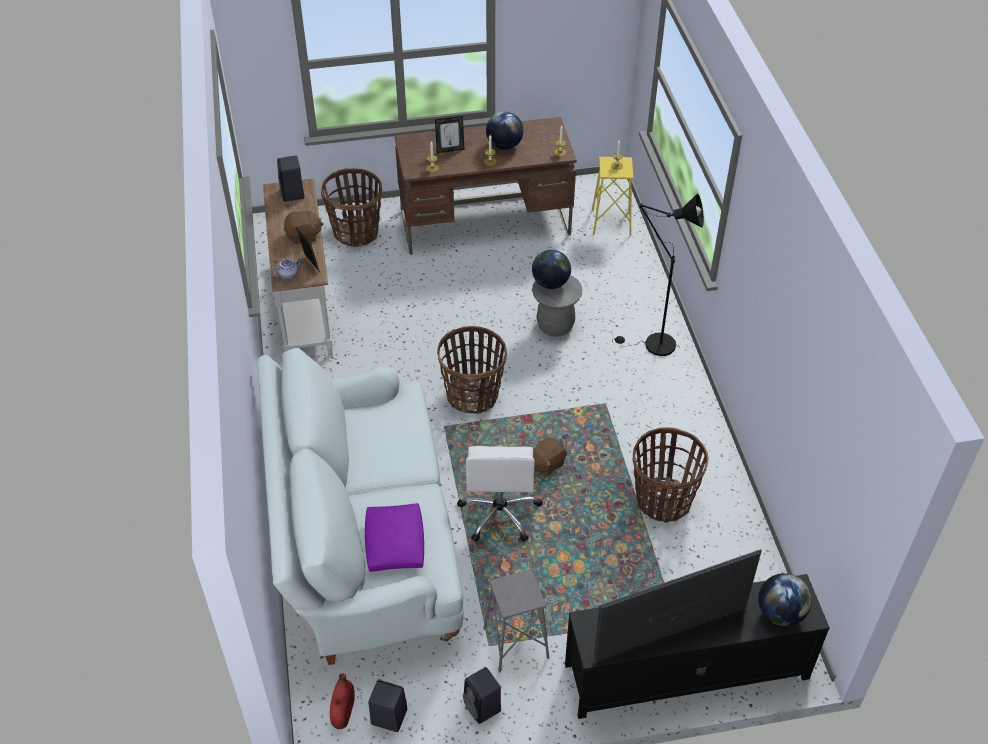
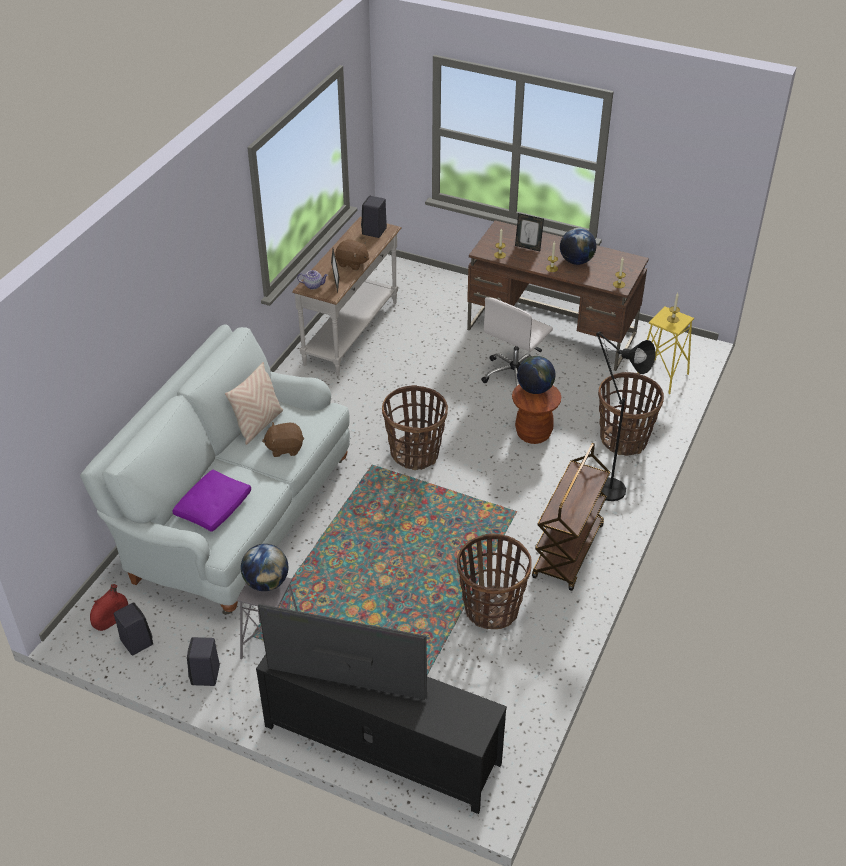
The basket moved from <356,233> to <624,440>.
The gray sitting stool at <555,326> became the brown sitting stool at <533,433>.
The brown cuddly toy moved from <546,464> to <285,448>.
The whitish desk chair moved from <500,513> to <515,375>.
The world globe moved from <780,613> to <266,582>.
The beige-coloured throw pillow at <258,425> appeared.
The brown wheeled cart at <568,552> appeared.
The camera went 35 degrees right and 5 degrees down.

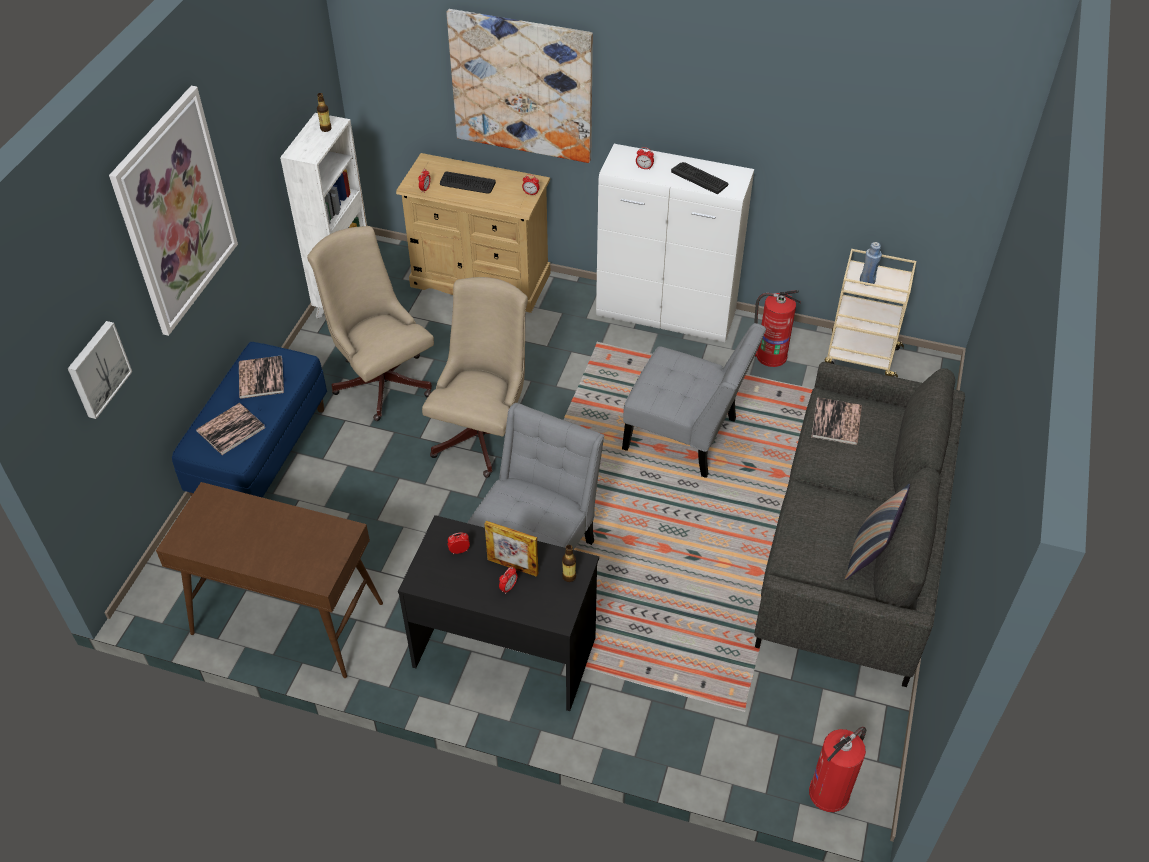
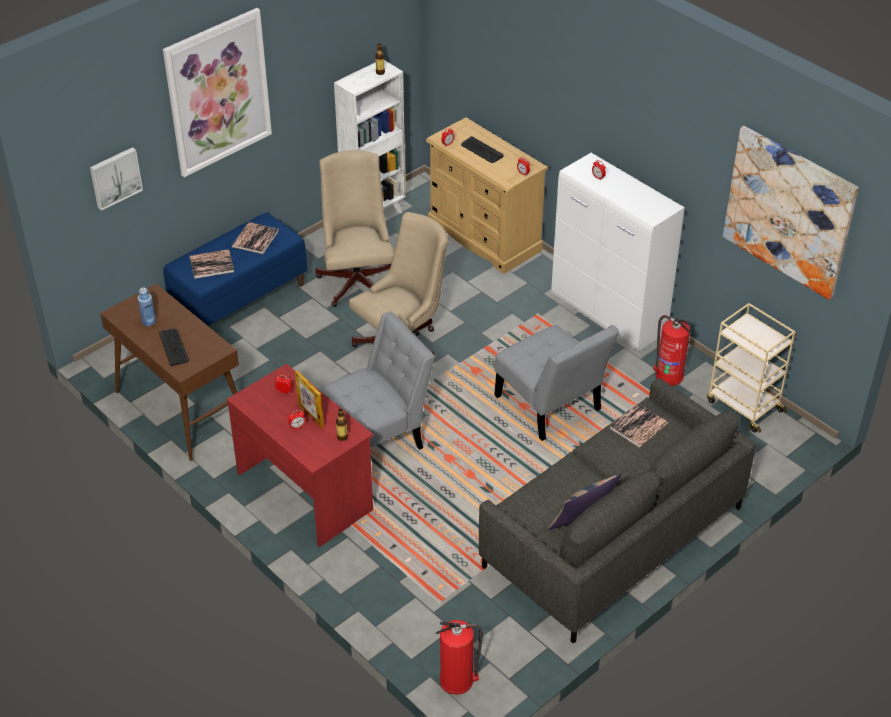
The wall picture moved from <522,86> to <788,212>.
The keyboard moved from <699,178> to <174,347>.
The blue-coloured beverage bottle moved from <867,281> to <149,322>.
The blackish desk table at <504,650> became the red-coloured desk table at <305,490>.
The camera went 30 degrees right and 5 degrees down.

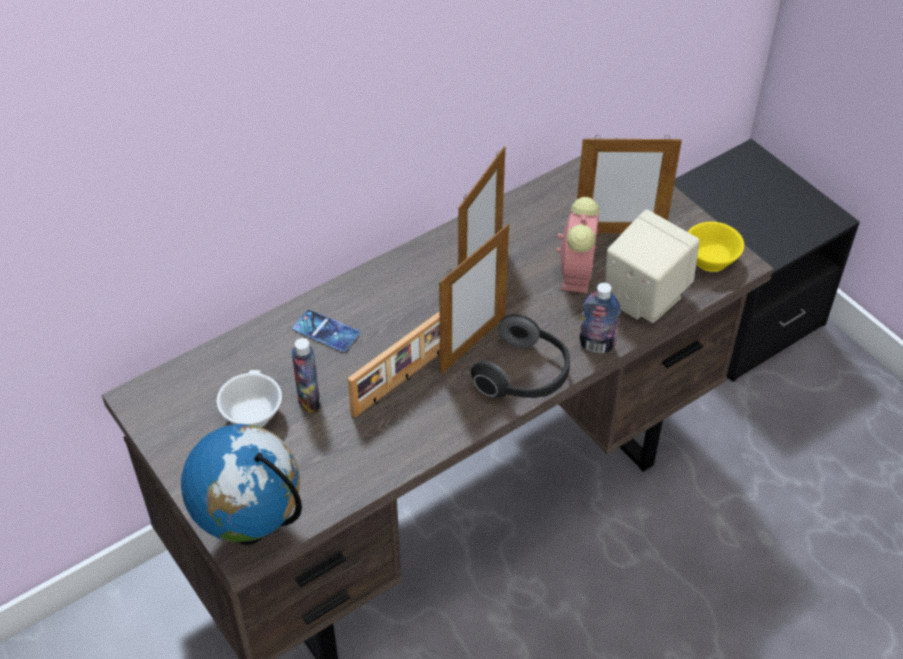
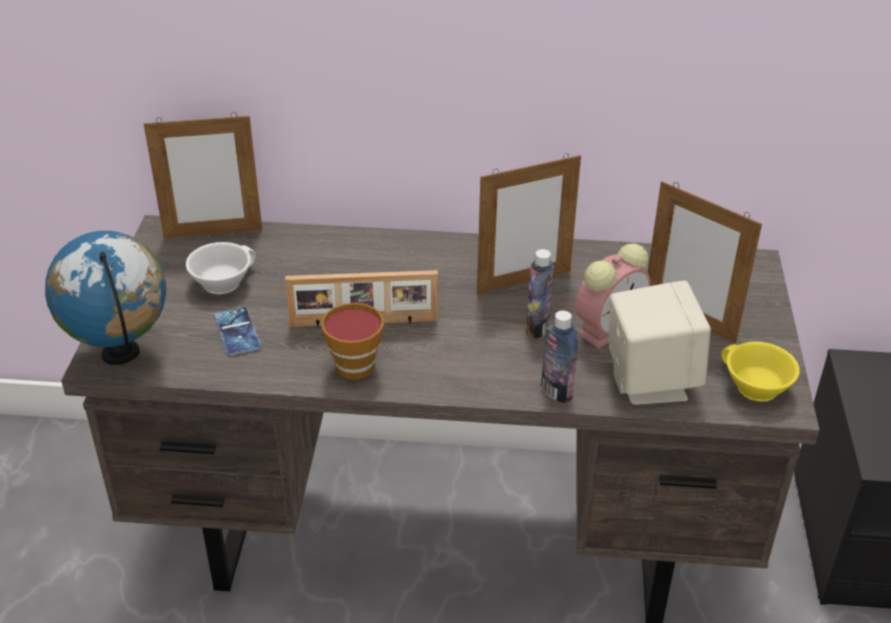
The standing frame moved from <472,344> to <213,233>.
The handset moved from <326,331> to <237,331>.
The headphones at <524,375> disappeared.
The beverage bottle moved from <309,400> to <537,328>.
The small cup at <355,362> appeared.
The camera went 40 degrees right and 10 degrees down.

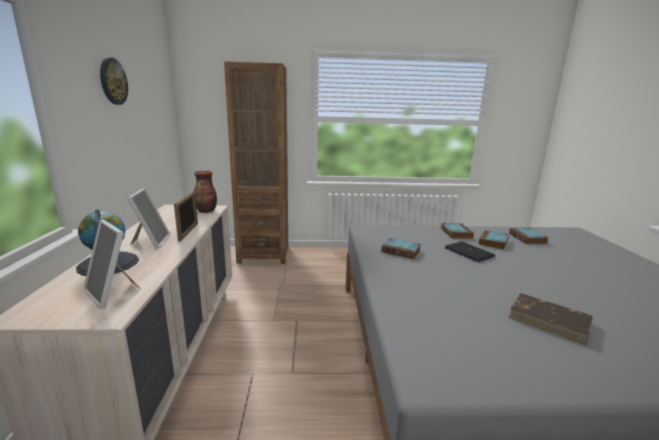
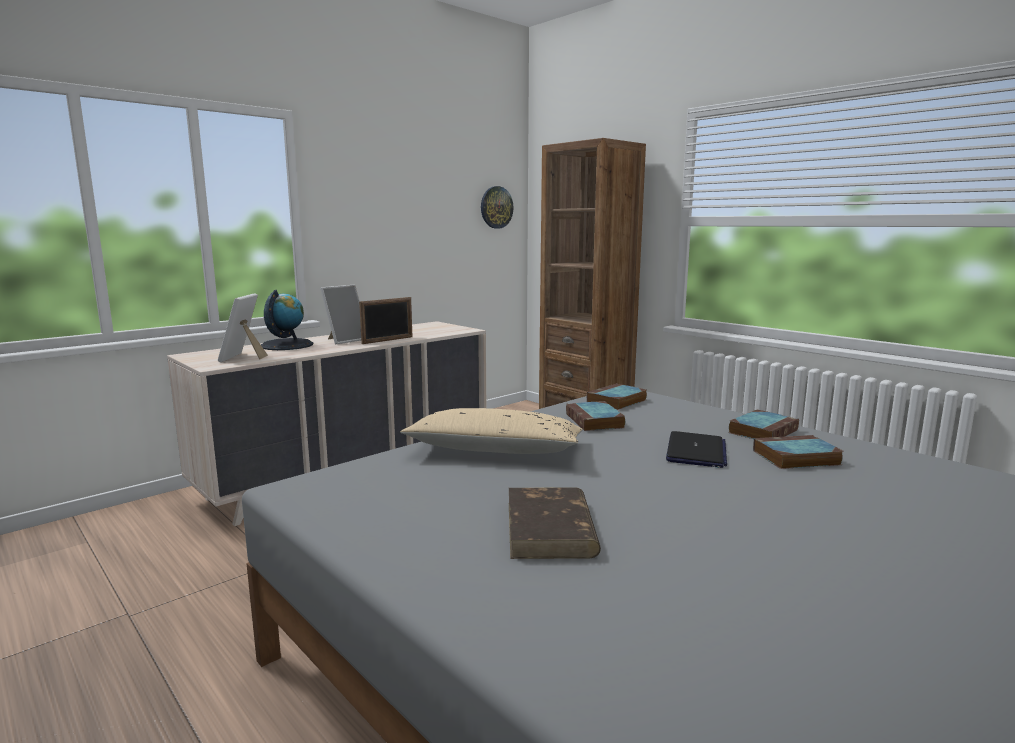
The hanging clock moved from <113,81> to <496,207>.
The flower vase at <206,211> disappeared.
The volume moved from <528,238> to <616,401>.
The beige-coloured throw pillow at <495,450> appeared.
The camera went 50 degrees right and 5 degrees down.

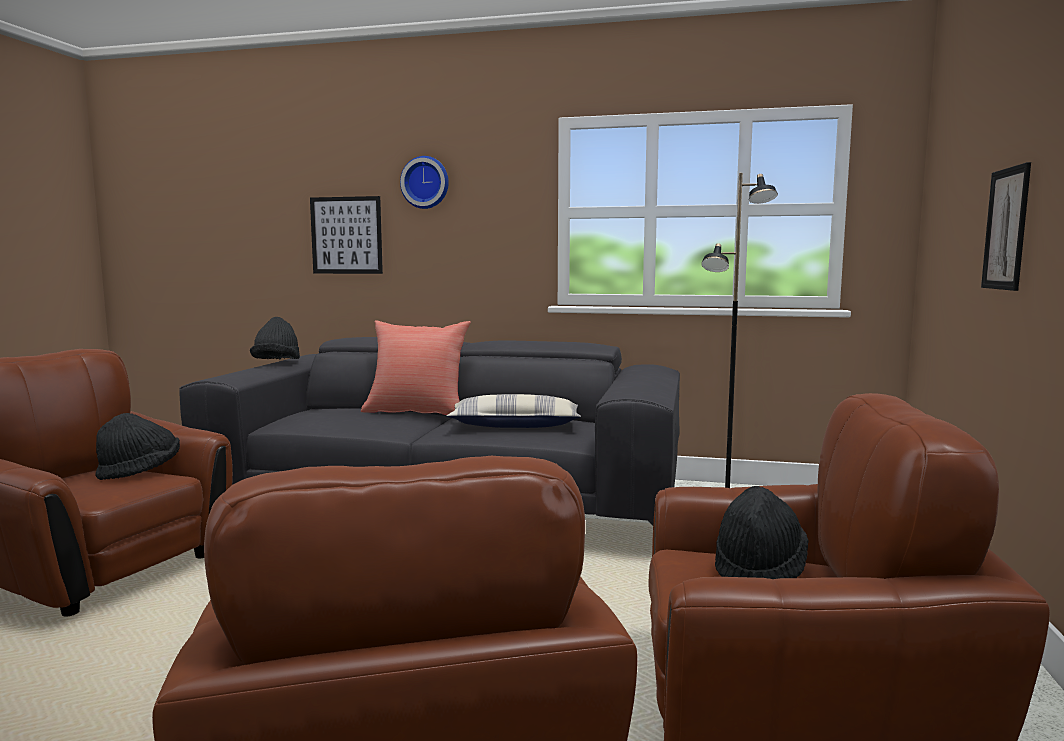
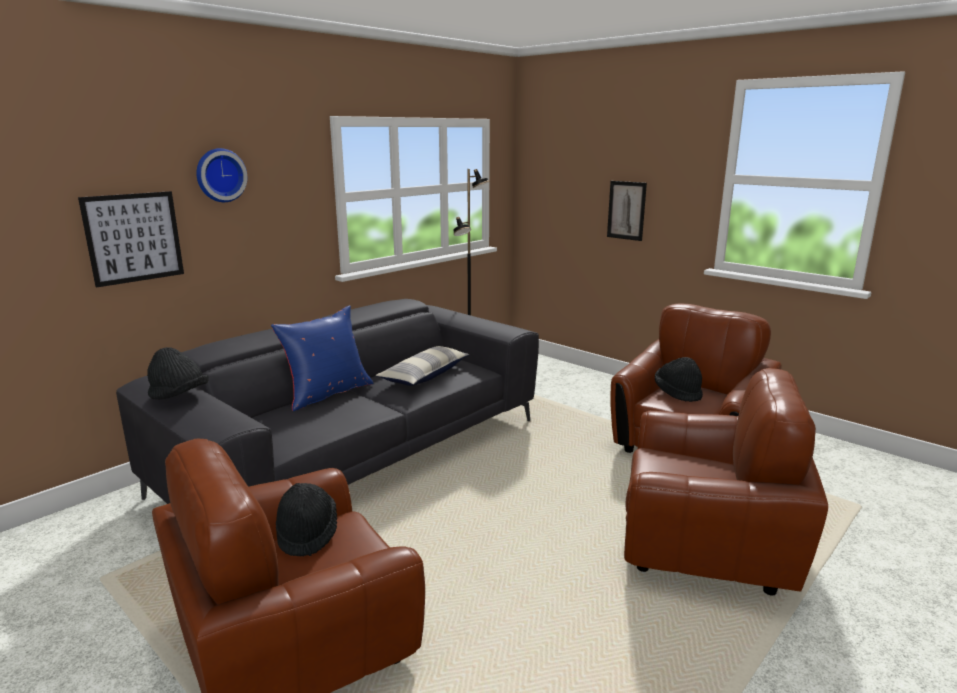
The red-coloured throw pillow at <417,412> became the blue-coloured throw pillow at <327,393>.
The camera went 60 degrees left and 10 degrees up.

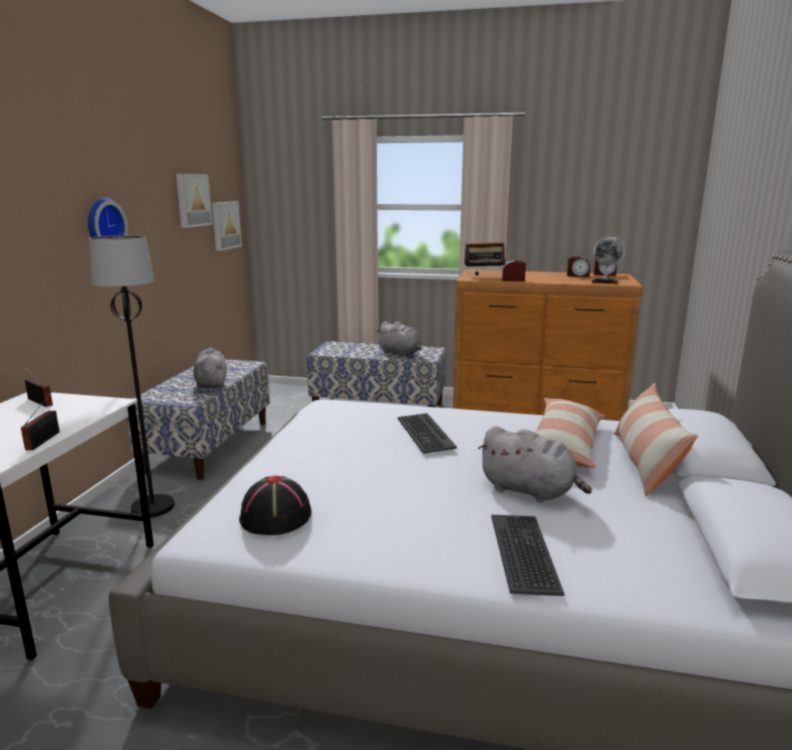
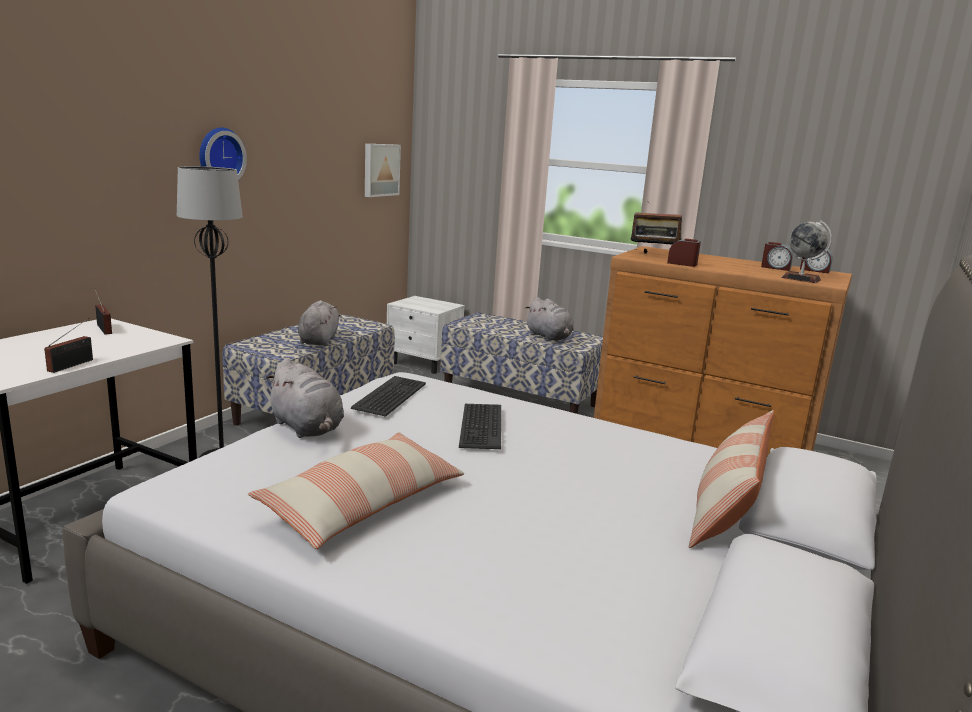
The wall picture at <192,200> disappeared.
The throw pillow moved from <565,444> to <363,505>.
The gray cuddly toy moved from <530,491> to <307,428>.
The blackish wearable hat at <275,517> disappeared.
The keyboard moved from <525,553> to <391,396>.
The whitish bedside table at <424,363> appeared.
The camera went 15 degrees right and 0 degrees up.

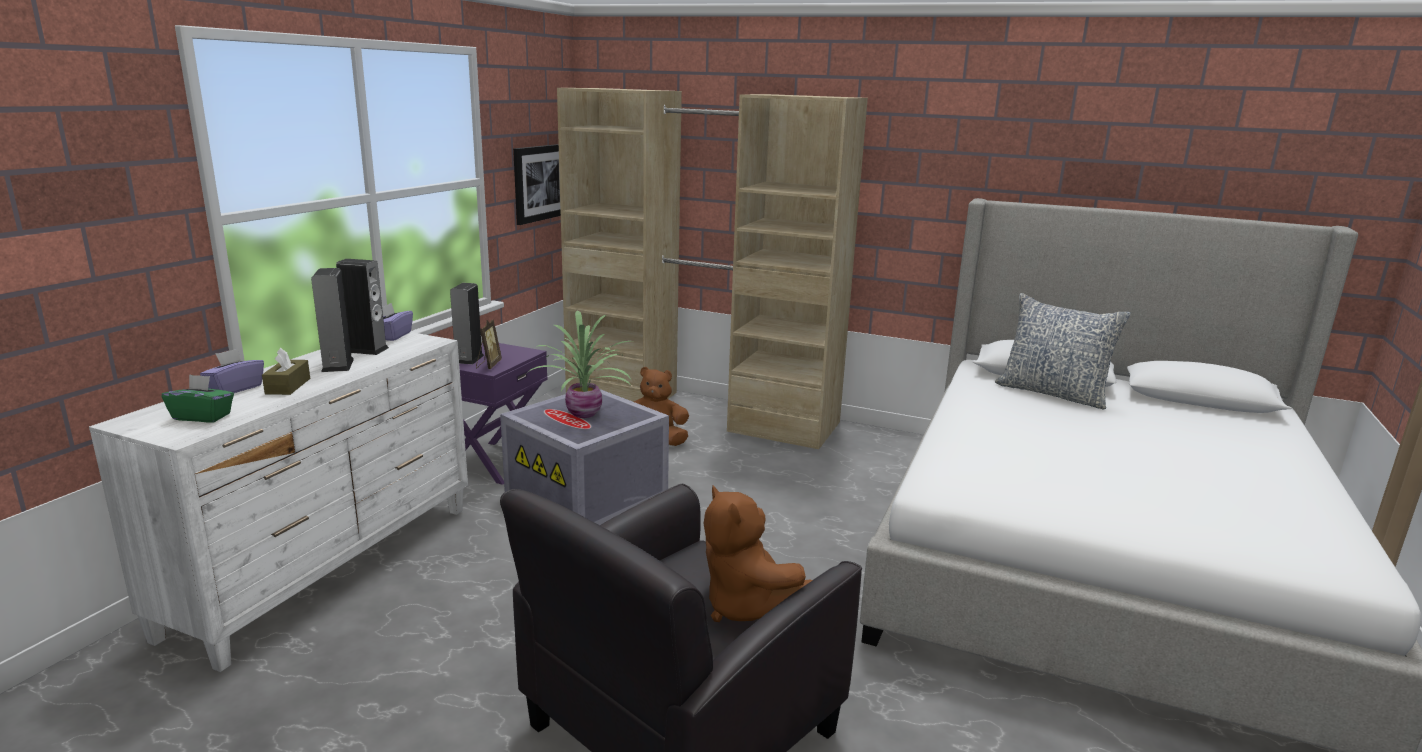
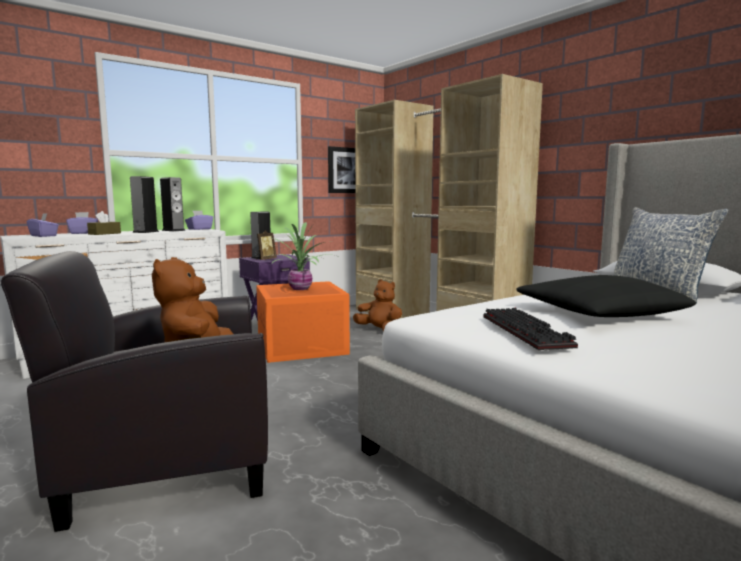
The green box of tissues at <202,416> became the purple-coloured box of tissues at <44,236>.
The gray storage bin at <589,495> became the orange-coloured storage bin at <303,347>.
The blackish throw pillow at <598,313> appeared.
The keyboard at <528,331> appeared.
The camera went 30 degrees right and 10 degrees down.

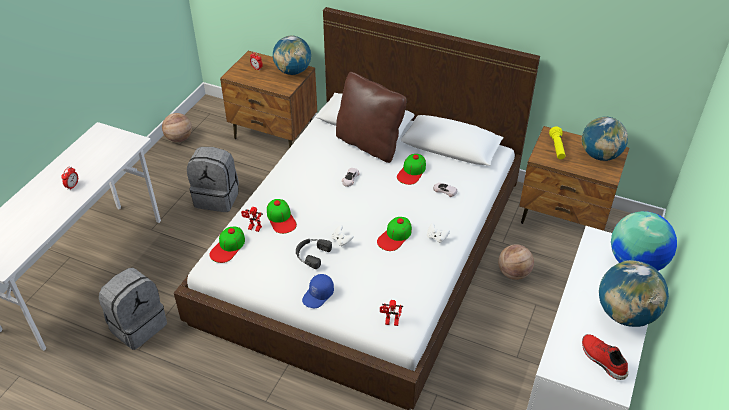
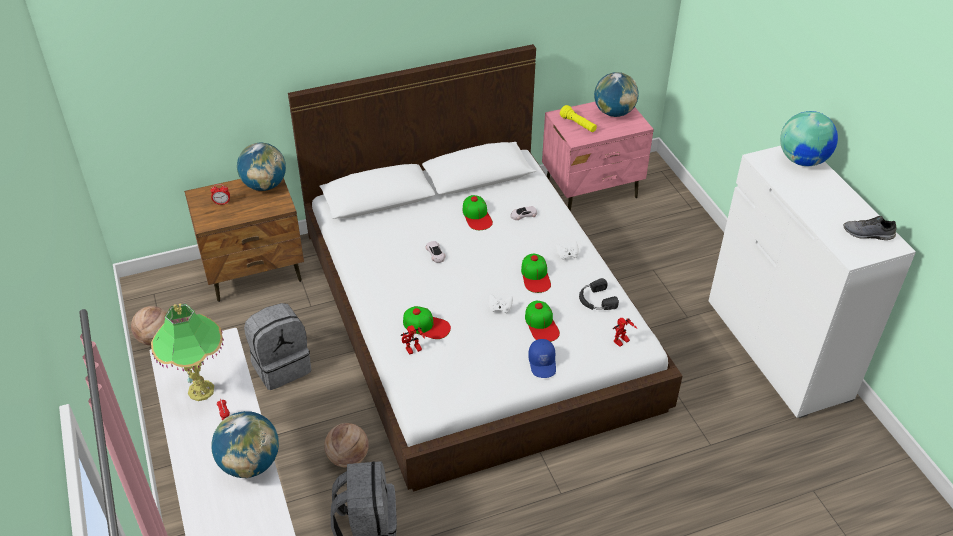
The brown throw pillow at <369,144> disappeared.
The brown bedside table at <564,217> became the pinkish bedside table at <592,190>.
The peaked cap moved from <228,247> to <541,324>.
The blackish headphones moved from <311,254> to <595,300>.
The basketball ball moved from <513,273> to <348,458>.
The world globe moved from <625,314> to <250,464>.
The red-coloured shoe at <602,360> became the gray shoe at <868,234>.
The table lamp at <201,391> appeared.
The camera went 45 degrees left and 0 degrees up.

